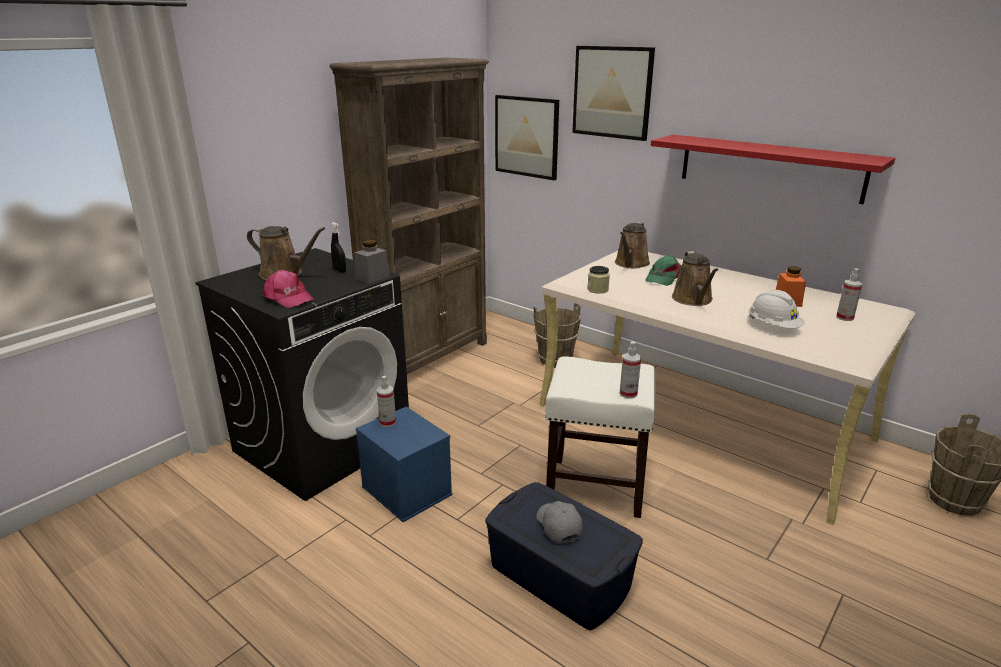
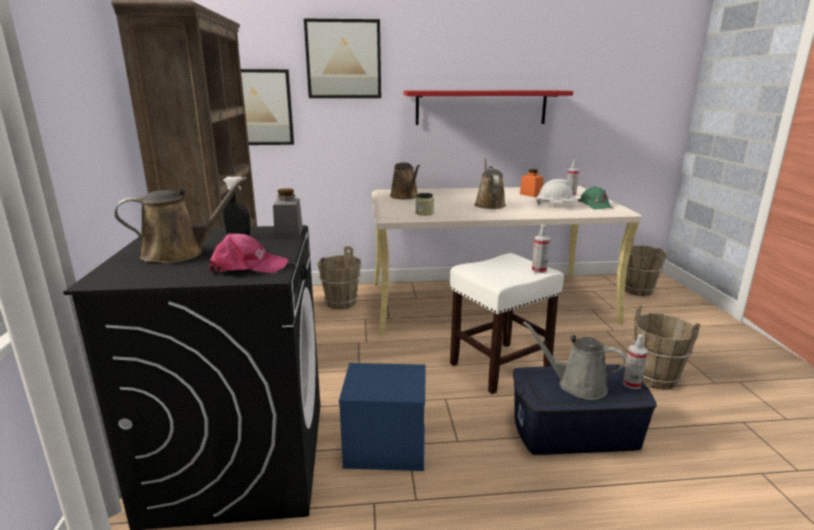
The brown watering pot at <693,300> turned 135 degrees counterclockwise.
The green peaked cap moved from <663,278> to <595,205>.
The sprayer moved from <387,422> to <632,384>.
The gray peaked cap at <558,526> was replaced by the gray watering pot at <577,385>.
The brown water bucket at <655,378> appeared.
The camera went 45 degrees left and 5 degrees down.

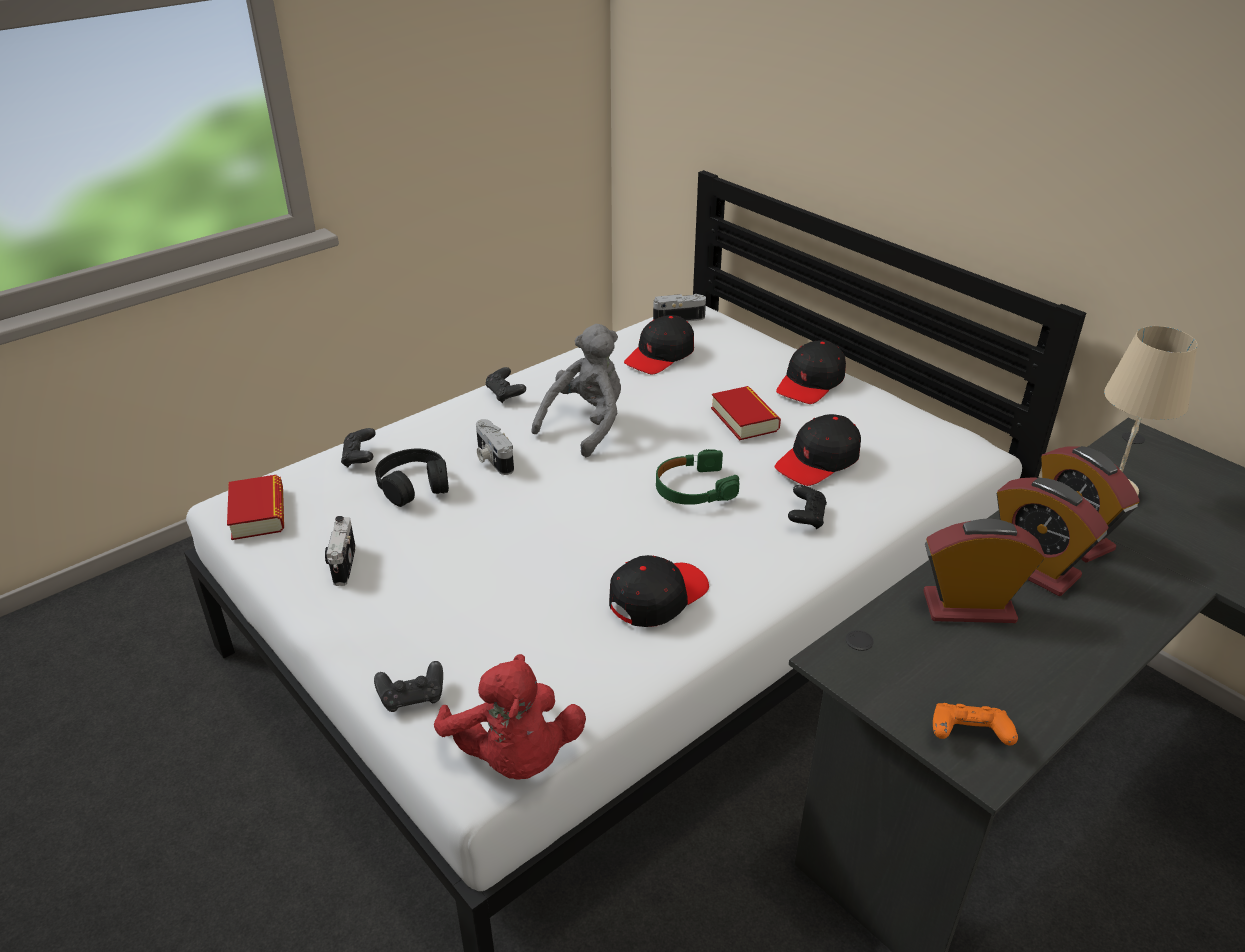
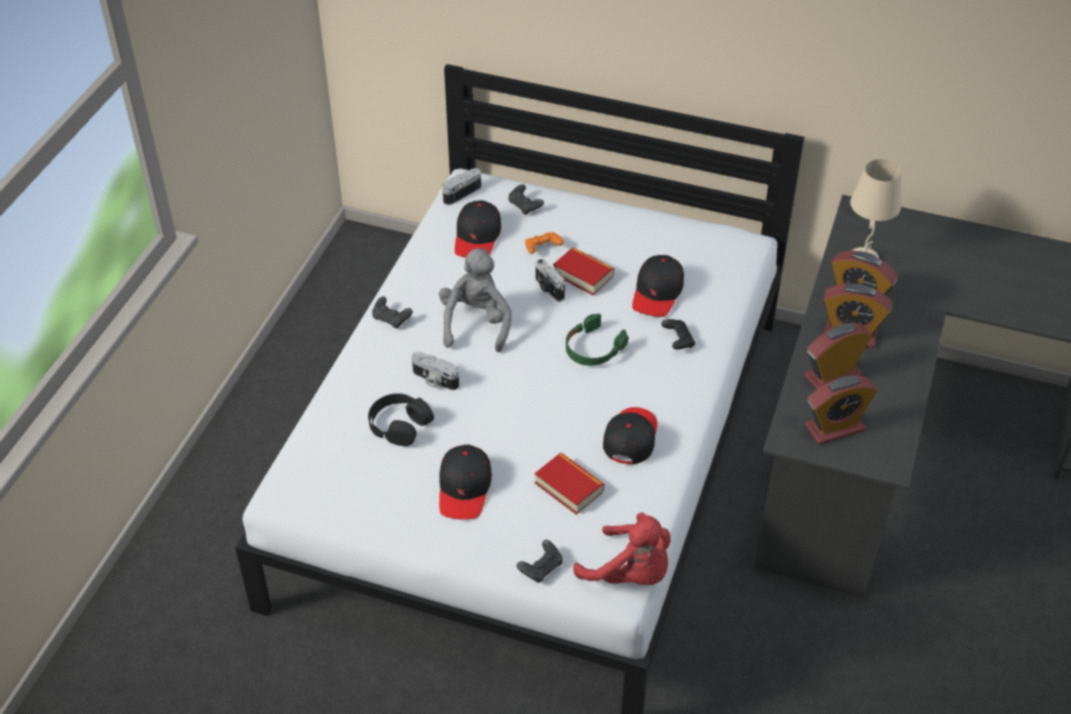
The blackish peaked cap moved from <810,383> to <464,489>.
The blackish game controller moved from <360,457> to <525,206>.
The volume moved from <258,514> to <569,487>.
The photo camera moved from <342,564> to <548,289>.
The orange-coloured game controller moved from <968,736> to <542,249>.
The table clock at <835,428> appeared.
The camera went 30 degrees left and 10 degrees up.

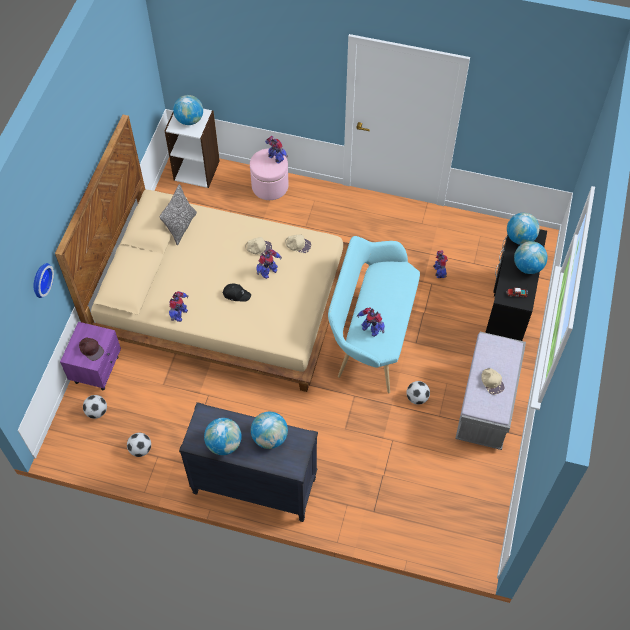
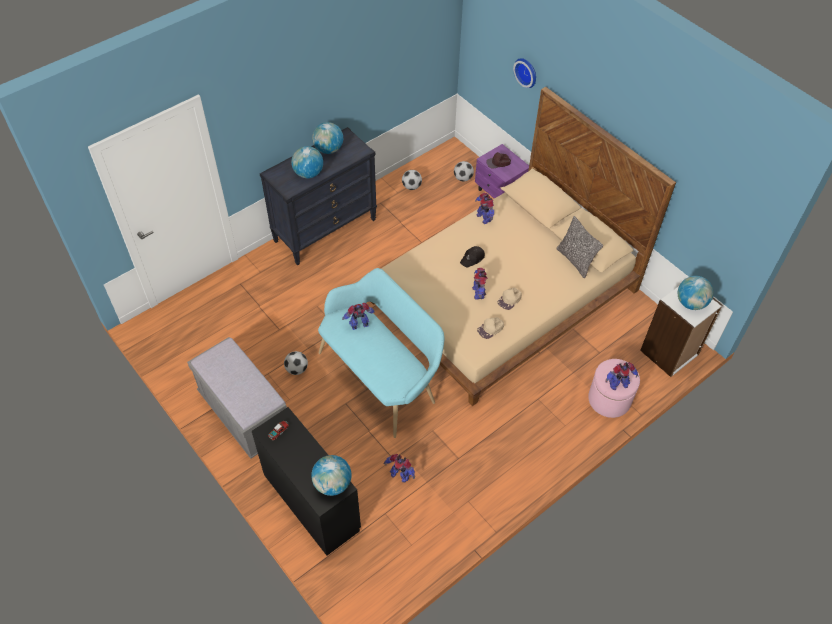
The world globe at <527,266> disappeared.
The beige-coloured peaked cap at <492,381> disappeared.
The camera went 125 degrees right and 5 degrees down.

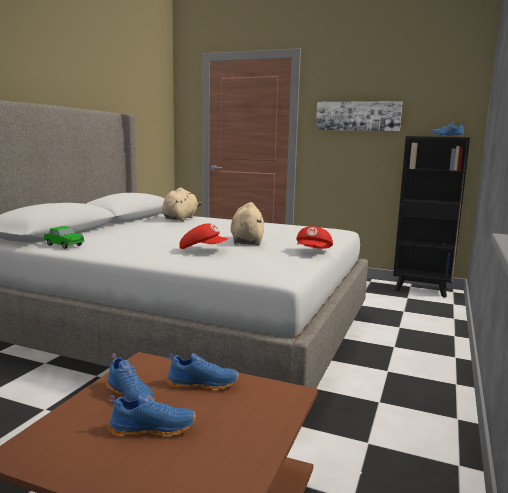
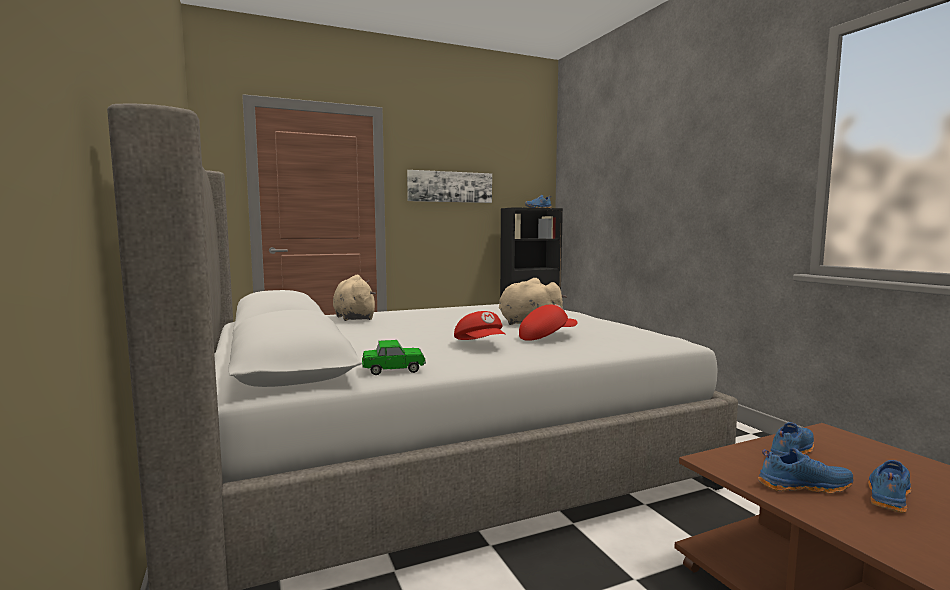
The red-coloured peaked cap moved from <313,252> to <481,344>.
The camera went 45 degrees left and 5 degrees down.

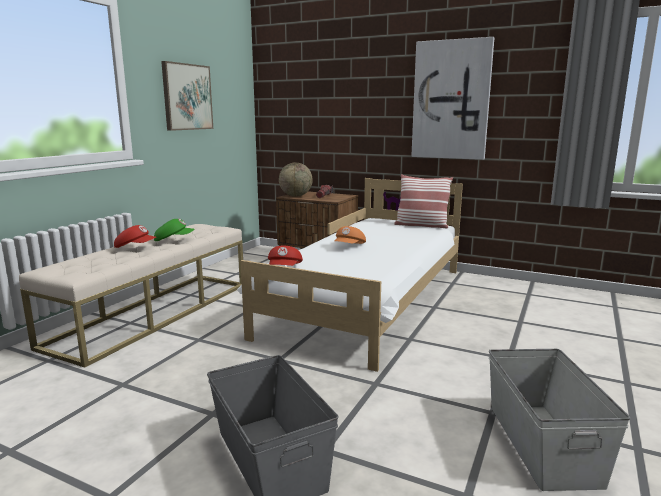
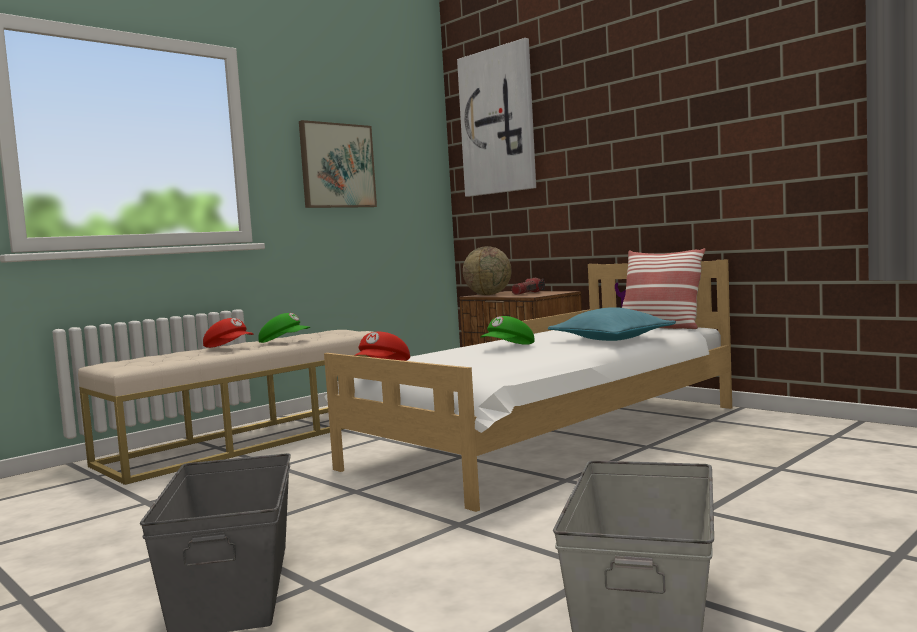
The wall picture moved from <451,100> to <498,121>.
The orange-coloured peaked cap at <349,247> became the green peaked cap at <508,347>.
The turquoise-coloured throw pillow at <611,339> appeared.
The camera went 20 degrees right and 10 degrees down.

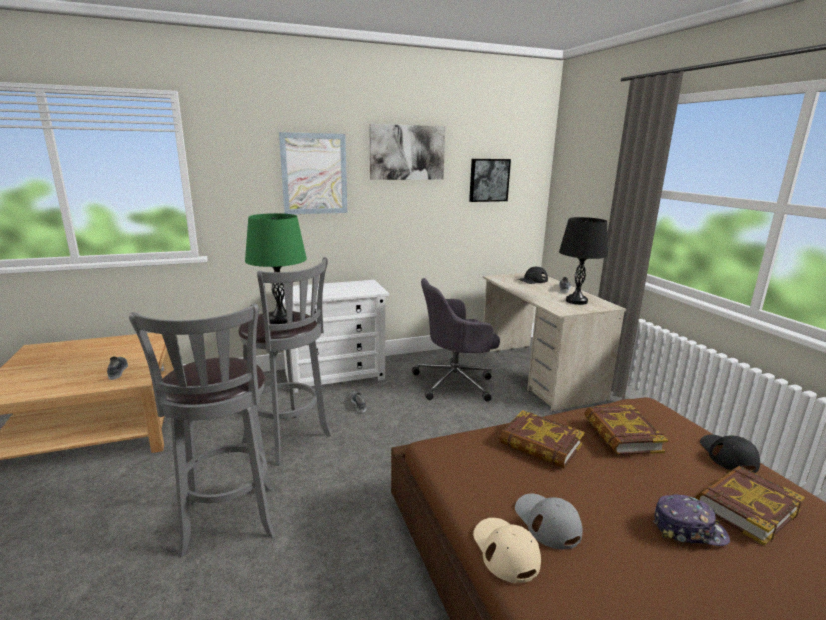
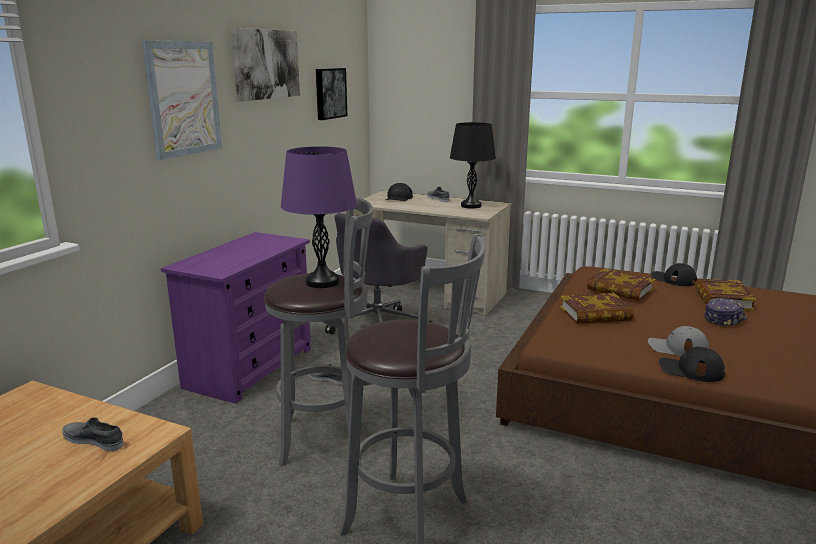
The green table lamp at <280,320> became the purple-coloured table lamp at <322,282>.
The whitish drawer chest at <335,375> became the purple-coloured drawer chest at <250,367>.
The beige-coloured peaked cap at <505,550> became the blackish peaked cap at <690,370>.
The camera went 45 degrees left and 0 degrees up.

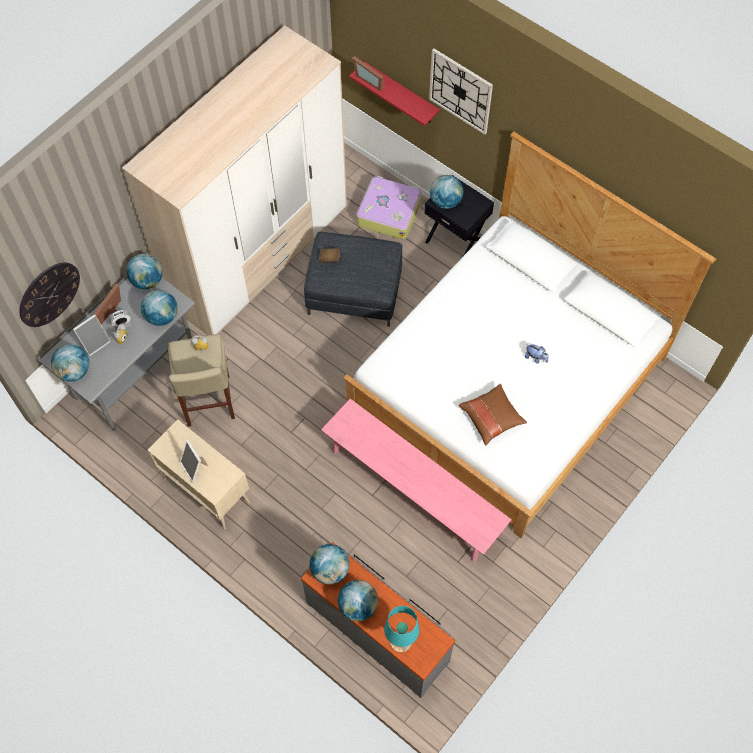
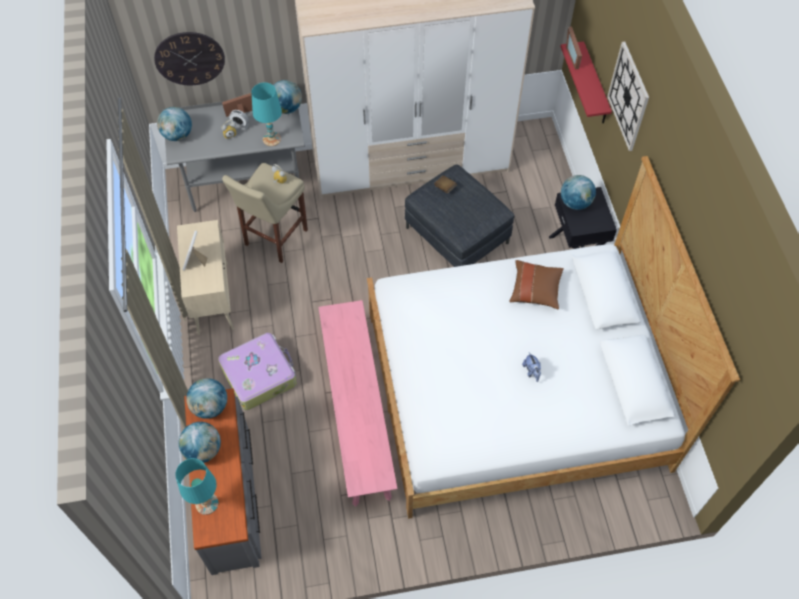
The travel case moved from <388,213> to <259,375>.
The world globe at <162,316> was replaced by the turquoise-coloured table lamp at <272,139>.
The standing frame at <95,342> disappeared.
The brown throw pillow moved from <491,418> to <535,290>.
The camera went 40 degrees right and 5 degrees down.

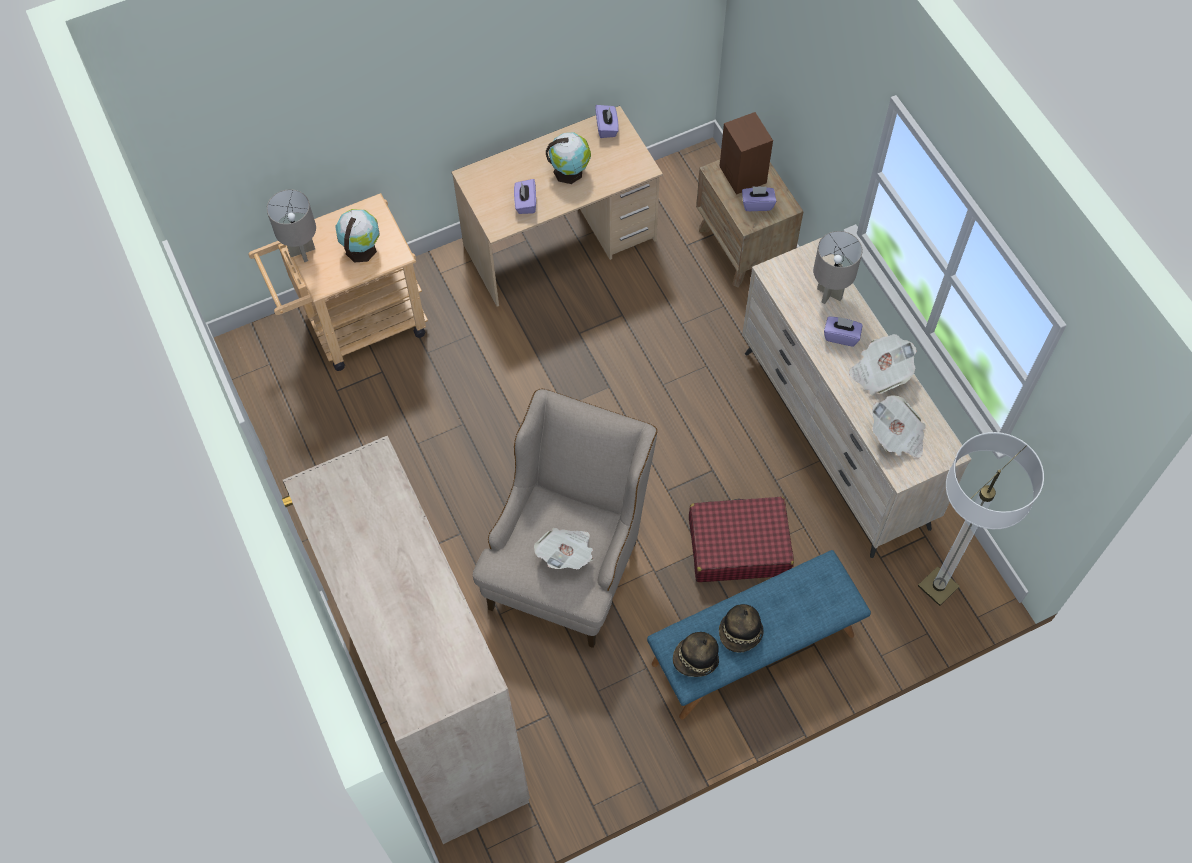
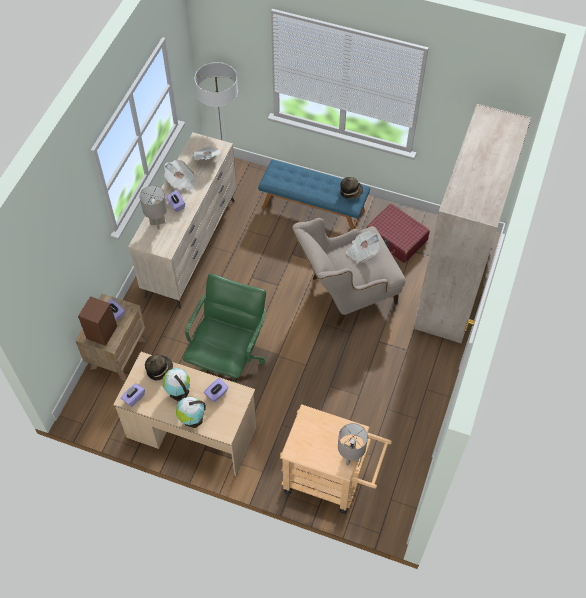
The world globe moved from <361,248> to <192,419>.
The red-coloured travel case moved from <738,546> to <396,238>.
The wearable hat moved from <740,633> to <159,369>.
The green desk chair at <228,360> appeared.
The camera went 135 degrees left and 5 degrees down.

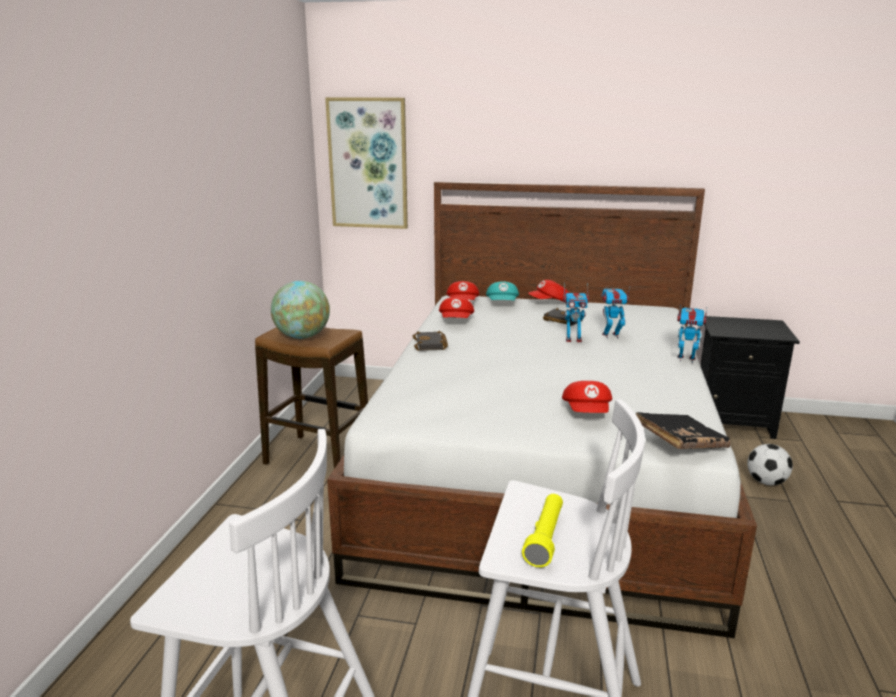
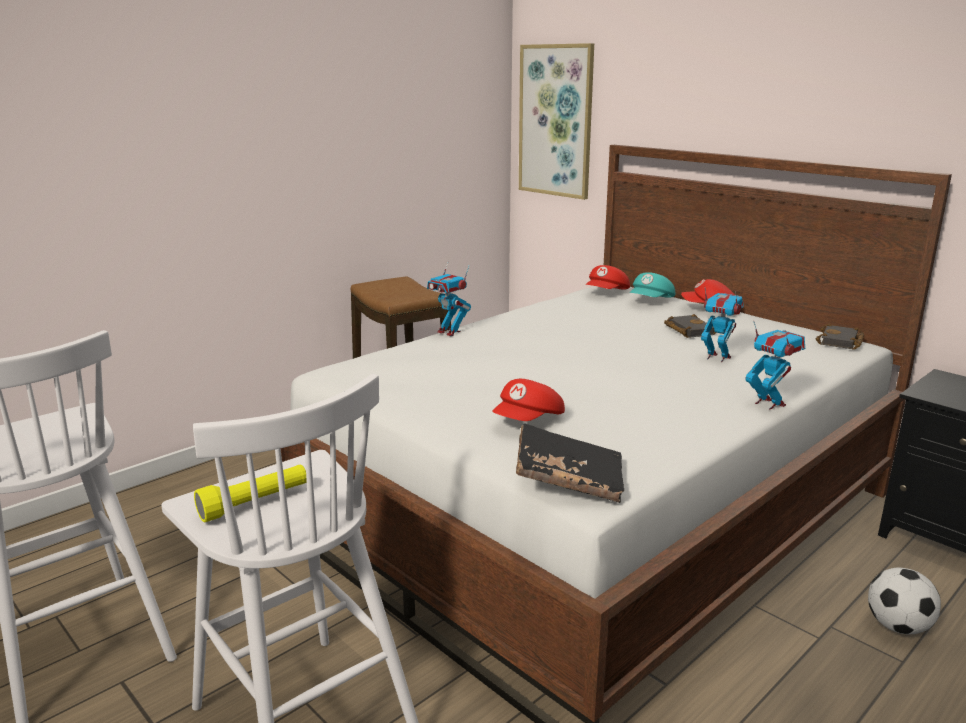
The world globe at <302,337> disappeared.
The model robot moved from <573,339> to <449,332>.
The red-coloured peaked cap at <457,321> disappeared.
The blackish volume moved from <431,345> to <841,342>.
The camera went 35 degrees right and 0 degrees up.

